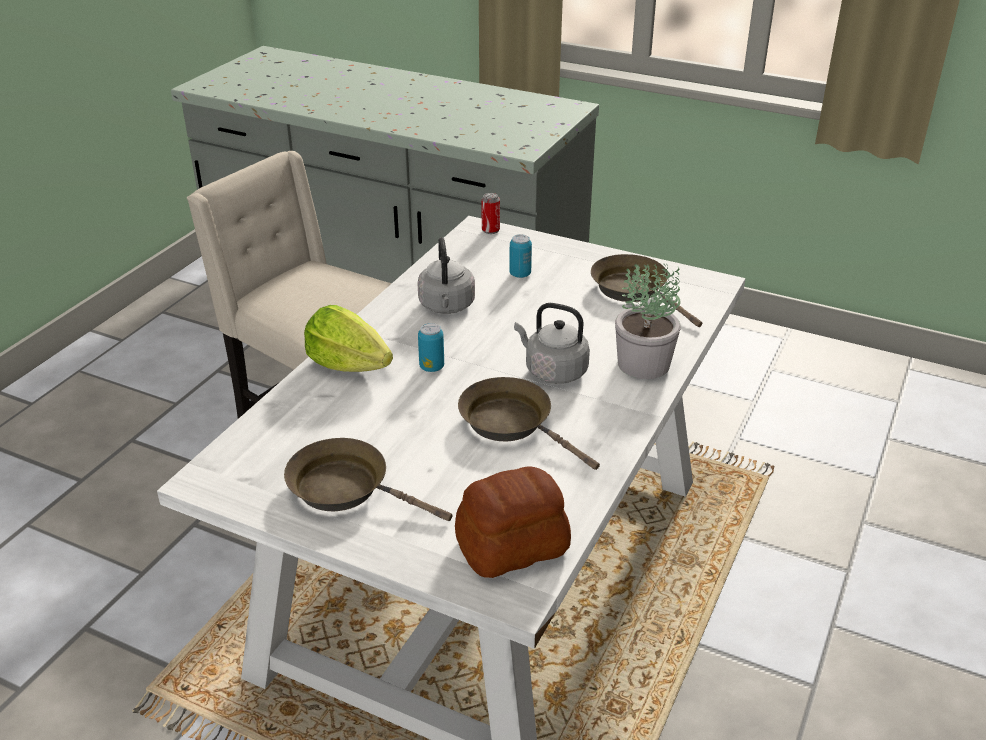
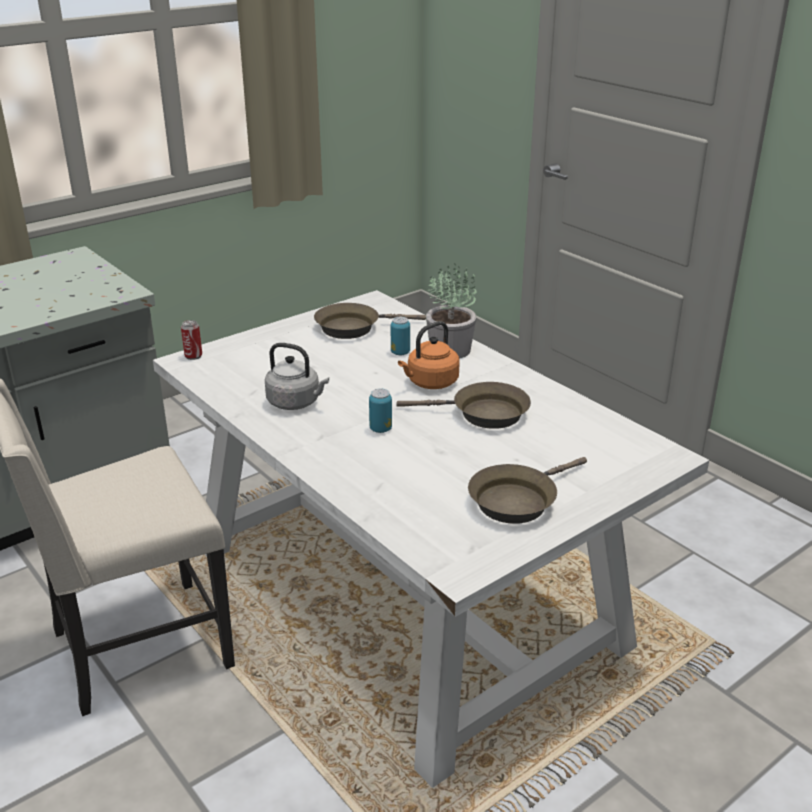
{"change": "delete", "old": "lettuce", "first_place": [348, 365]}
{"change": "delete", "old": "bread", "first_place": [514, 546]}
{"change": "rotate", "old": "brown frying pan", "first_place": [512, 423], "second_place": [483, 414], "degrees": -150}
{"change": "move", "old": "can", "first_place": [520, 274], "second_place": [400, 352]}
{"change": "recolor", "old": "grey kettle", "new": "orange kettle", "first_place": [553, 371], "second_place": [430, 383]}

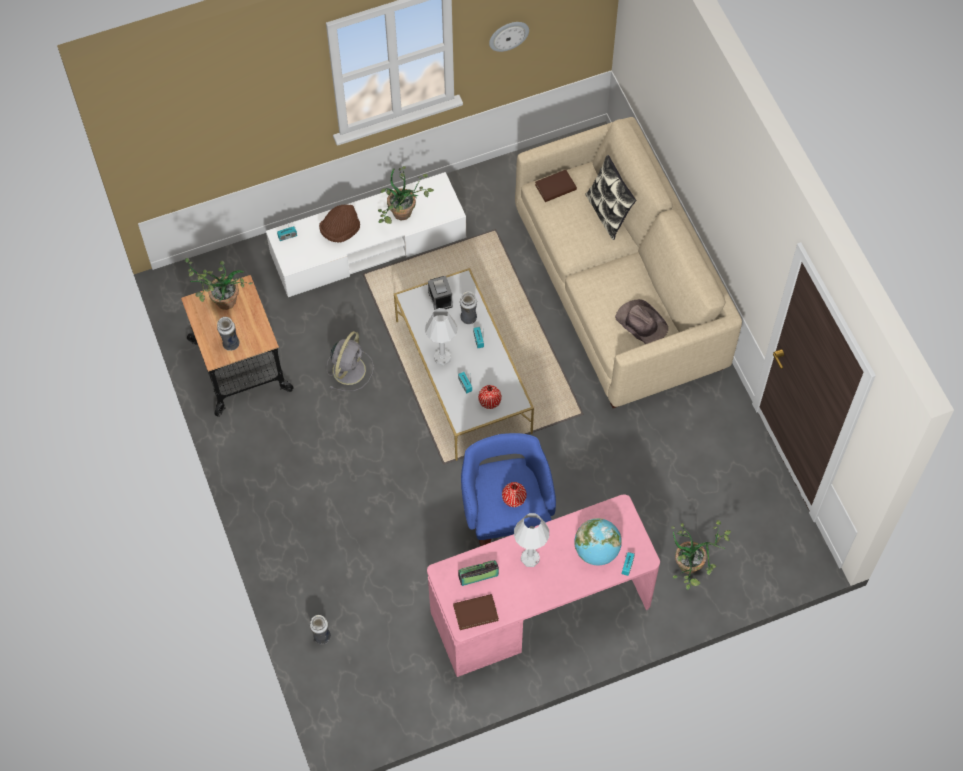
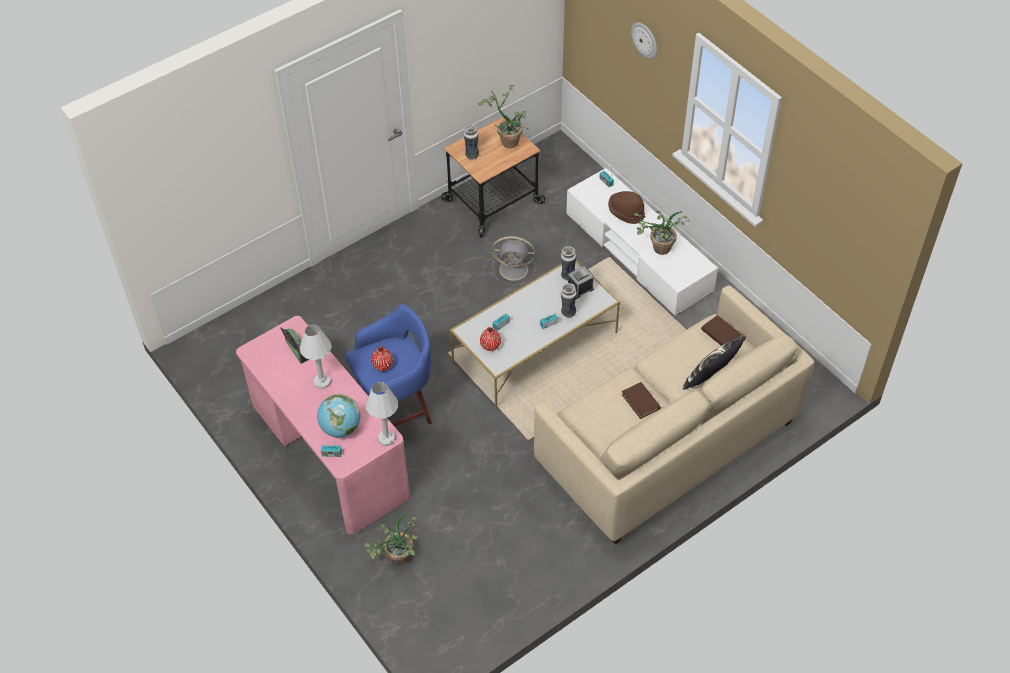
{"change": "move", "old": "vase", "first_place": [322, 637], "second_place": [567, 276]}
{"change": "move", "old": "white table lamp", "first_place": [442, 358], "second_place": [386, 439]}
{"change": "move", "old": "brown book", "first_place": [475, 612], "second_place": [640, 401]}
{"change": "move", "old": "wall clock", "first_place": [508, 35], "second_place": [645, 40]}
{"change": "delete", "old": "brown hat", "first_place": [641, 323]}

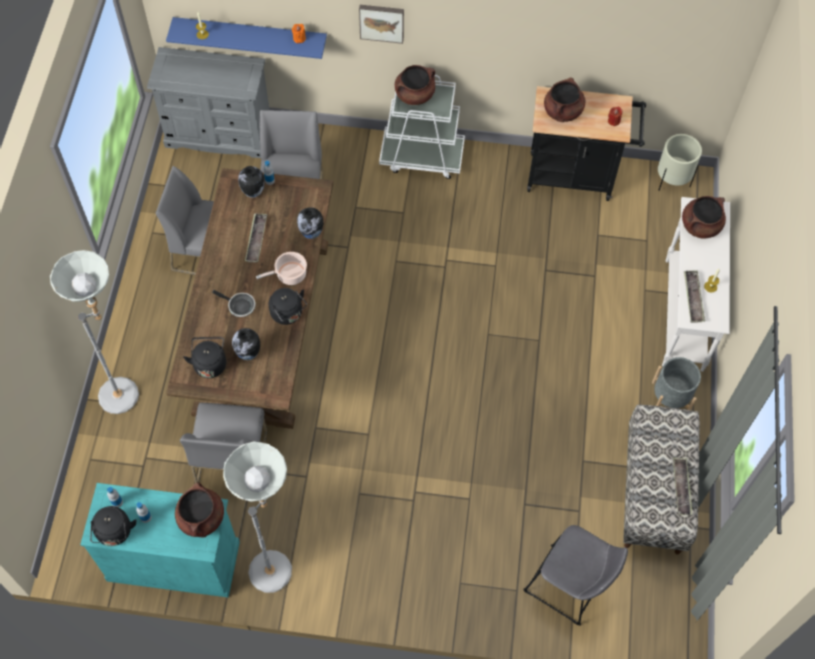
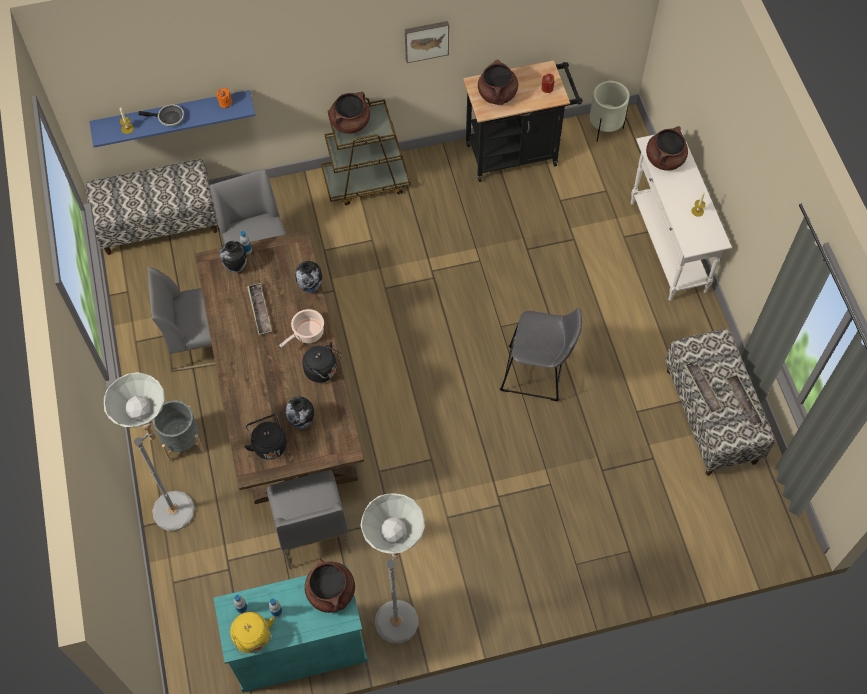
{"change": "recolor", "old": "black kettle", "new": "yellow kettle", "first_place": [114, 533], "second_place": [253, 639]}
{"change": "replace", "old": "grey dresser", "new": "bench", "first_place": [219, 134], "second_place": [159, 223]}
{"change": "move", "old": "frying pan", "first_place": [239, 306], "second_place": [169, 118]}
{"change": "move", "old": "picture", "first_place": [382, 22], "second_place": [426, 40]}
{"change": "recolor", "old": "white cart", "new": "brown cart", "first_place": [422, 157], "second_place": [366, 181]}
{"change": "move", "old": "grey stool", "first_place": [569, 588], "second_place": [537, 375]}
{"change": "move", "old": "grey planter", "first_place": [670, 398], "second_place": [182, 441]}
{"change": "move", "old": "tray", "first_place": [693, 298], "second_place": [702, 388]}

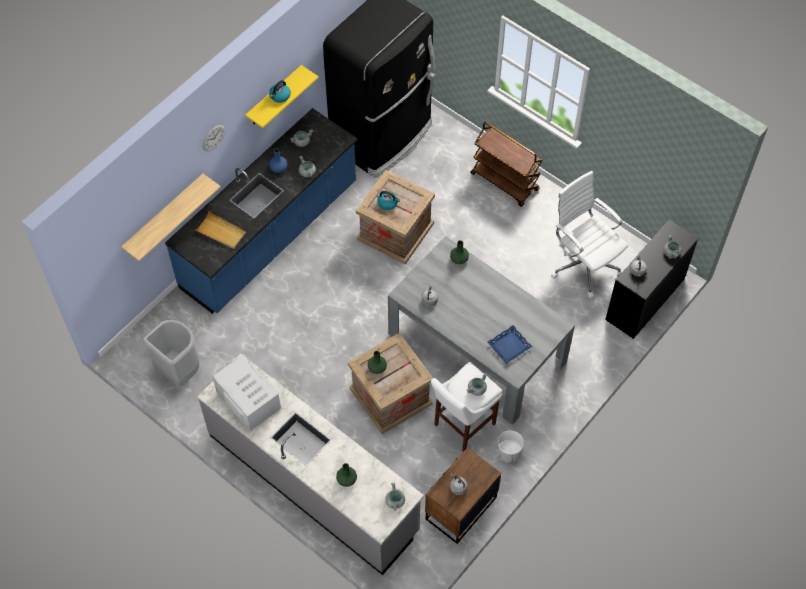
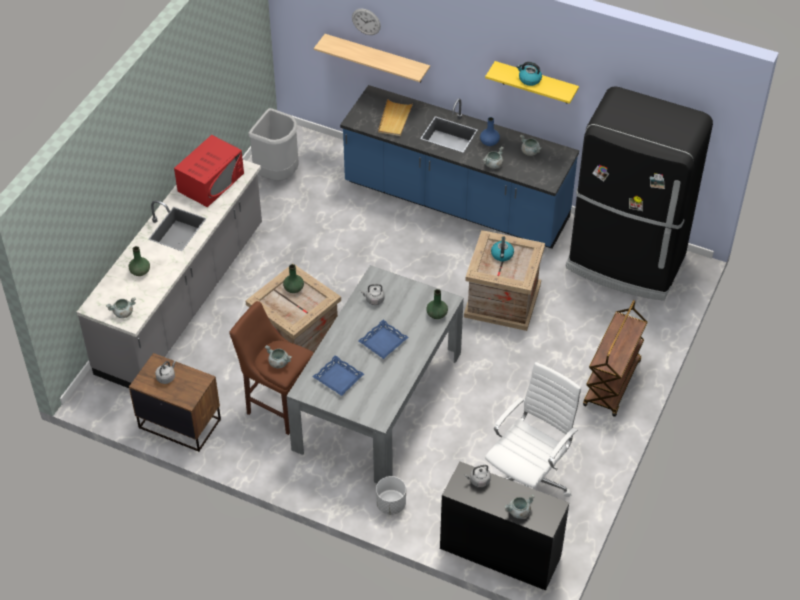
{"change": "move", "old": "wall clock", "first_place": [213, 137], "second_place": [366, 21]}
{"change": "recolor", "old": "white microwave", "new": "red microwave", "first_place": [248, 399], "second_place": [211, 182]}
{"change": "recolor", "old": "white stool", "new": "brown stool", "first_place": [462, 426], "second_place": [278, 406]}
{"change": "move", "old": "white planter", "first_place": [509, 452], "second_place": [390, 504]}
{"change": "insert", "new": "blue tray", "second_place": [383, 342]}

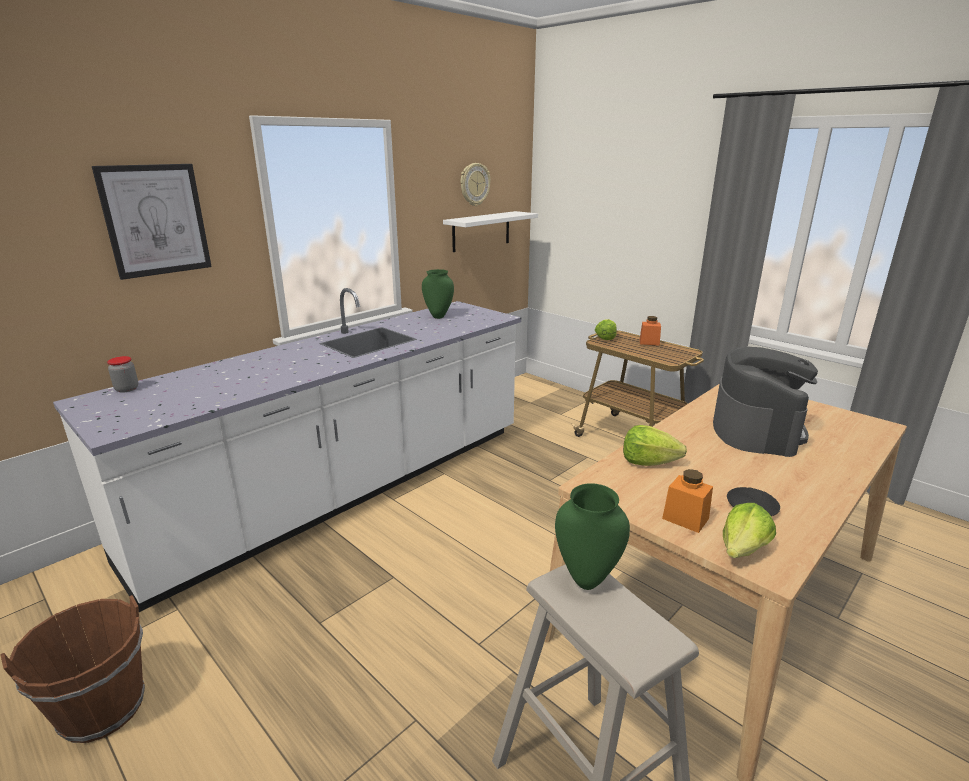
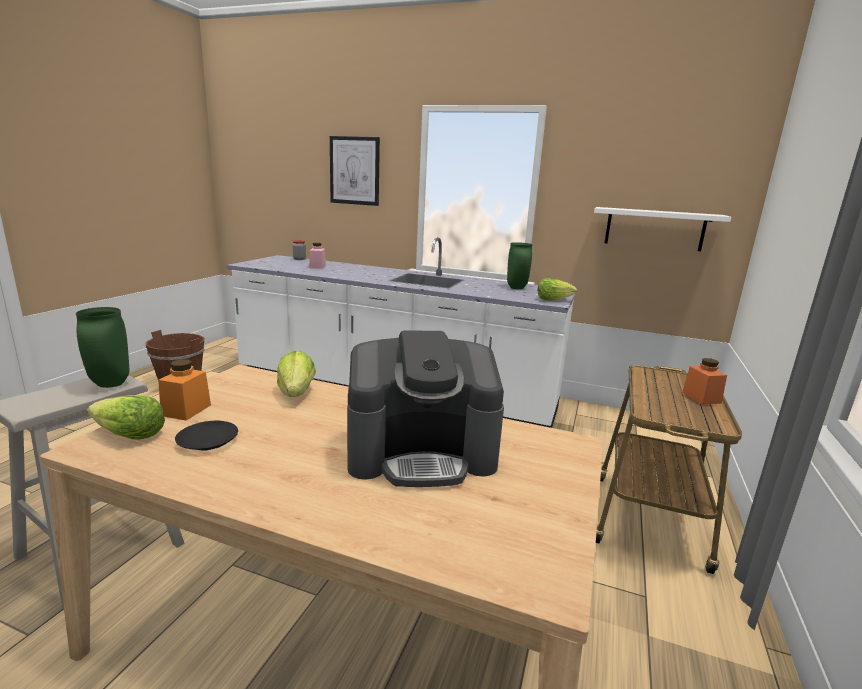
{"change": "delete", "old": "wall clock", "first_place": [474, 184]}
{"change": "move", "old": "lettuce", "first_place": [605, 337], "second_place": [553, 300]}
{"change": "insert", "new": "pink jar", "second_place": [317, 267]}

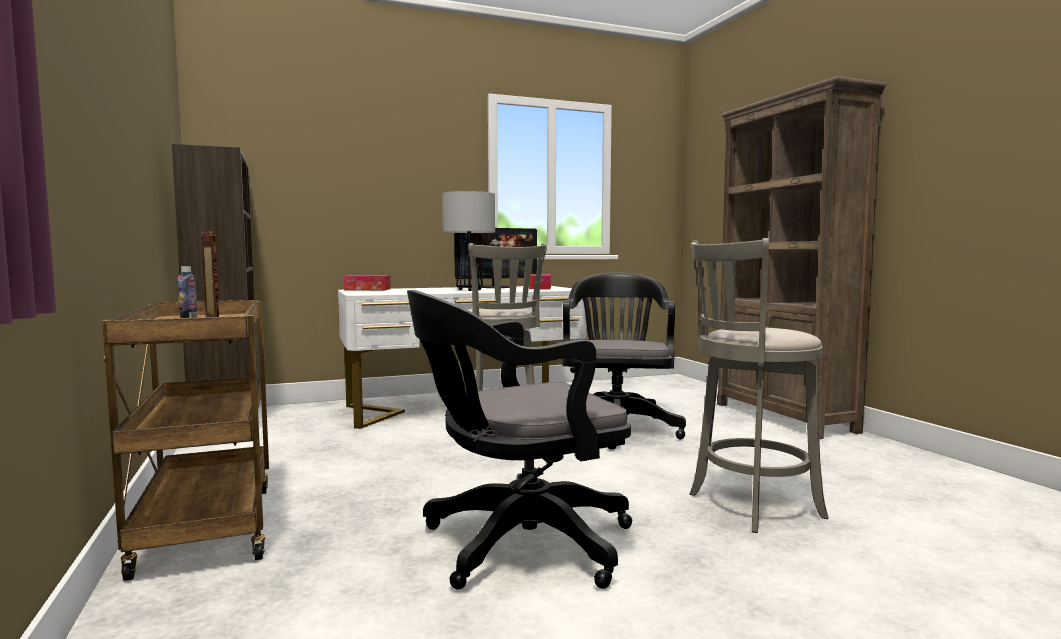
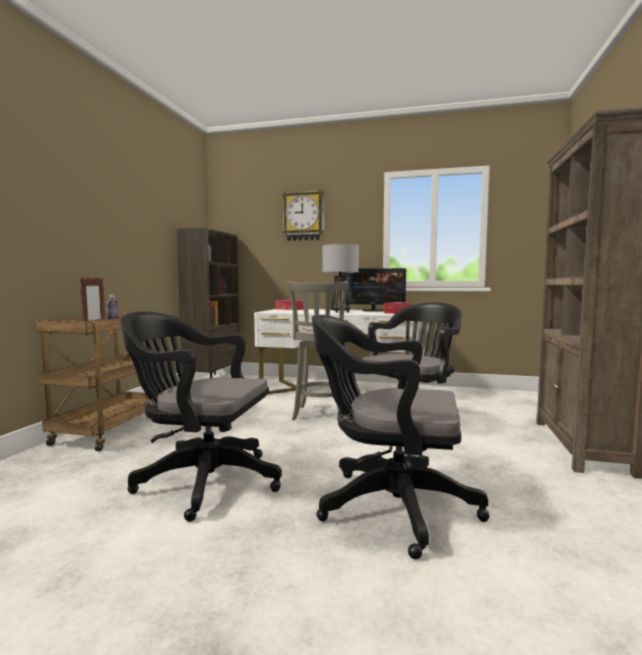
{"change": "replace", "old": "grey stool", "new": "black office chair", "first_place": [749, 506], "second_place": [388, 506]}
{"change": "insert", "new": "wall clock", "second_place": [304, 216]}

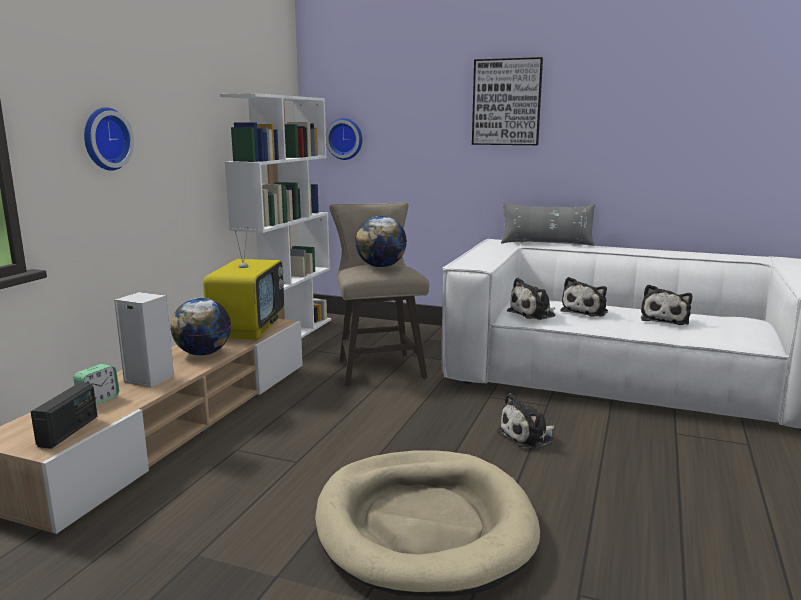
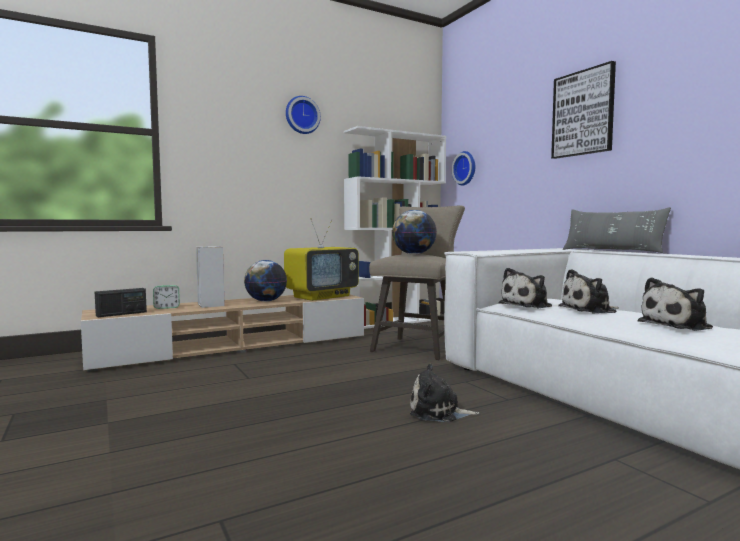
{"change": "move", "old": "wall clock", "first_place": [104, 139], "second_place": [302, 115]}
{"change": "delete", "old": "beige dog bed", "first_place": [424, 525]}
{"change": "rotate", "old": "plush toy", "first_place": [533, 314], "second_place": [527, 305], "degrees": -45}

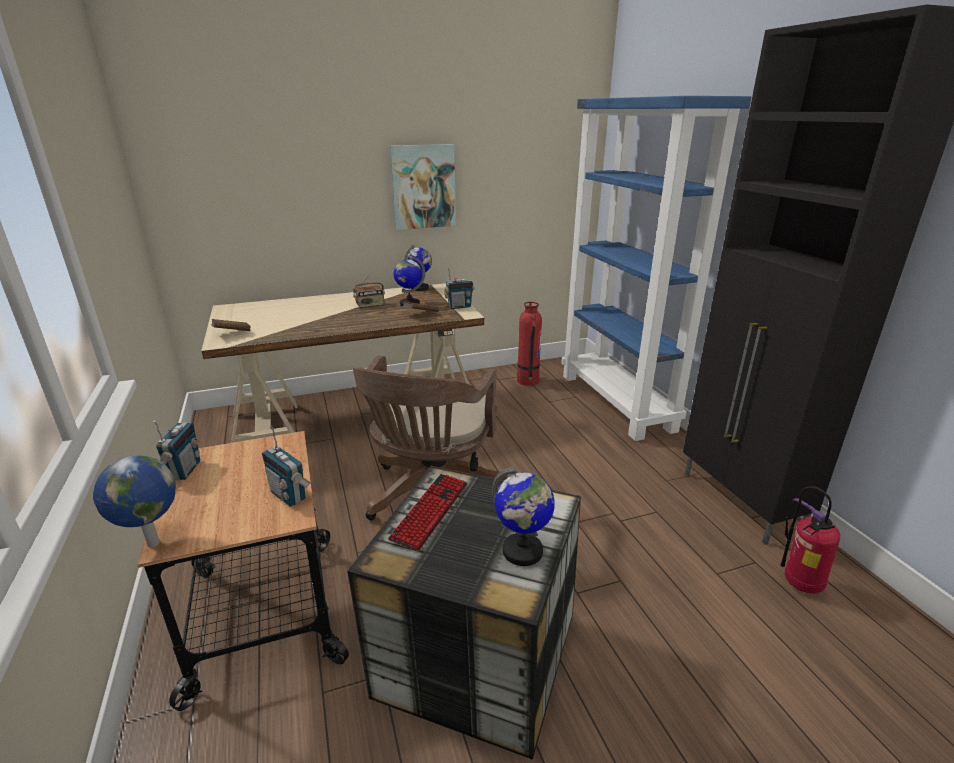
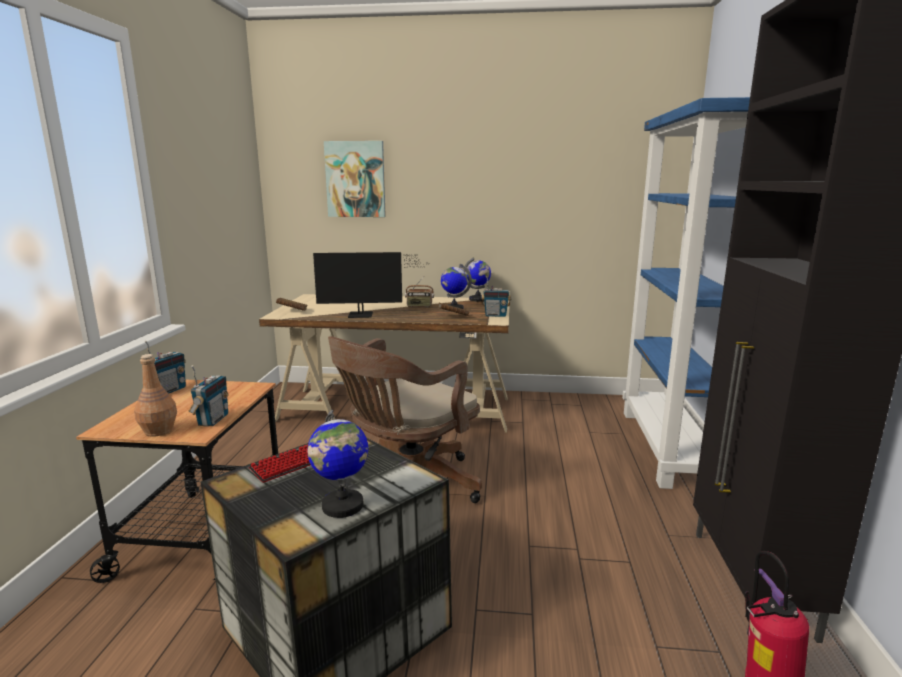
{"change": "delete", "old": "globe", "first_place": [151, 543]}
{"change": "rotate", "old": "radio", "first_place": [289, 495], "second_place": [212, 420], "degrees": -150}
{"change": "move", "old": "picture", "first_place": [423, 187], "second_place": [355, 179]}
{"change": "delete", "old": "fire extinguisher", "first_place": [527, 381]}
{"change": "insert", "new": "brown bottle", "second_place": [158, 431]}
{"change": "insert", "new": "monitor", "second_place": [365, 315]}

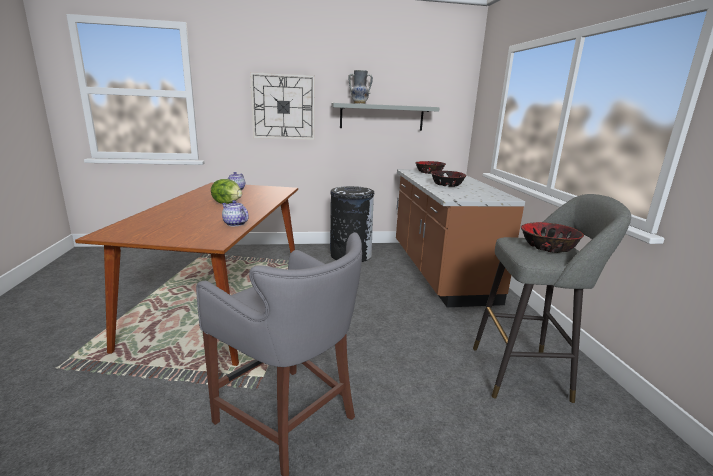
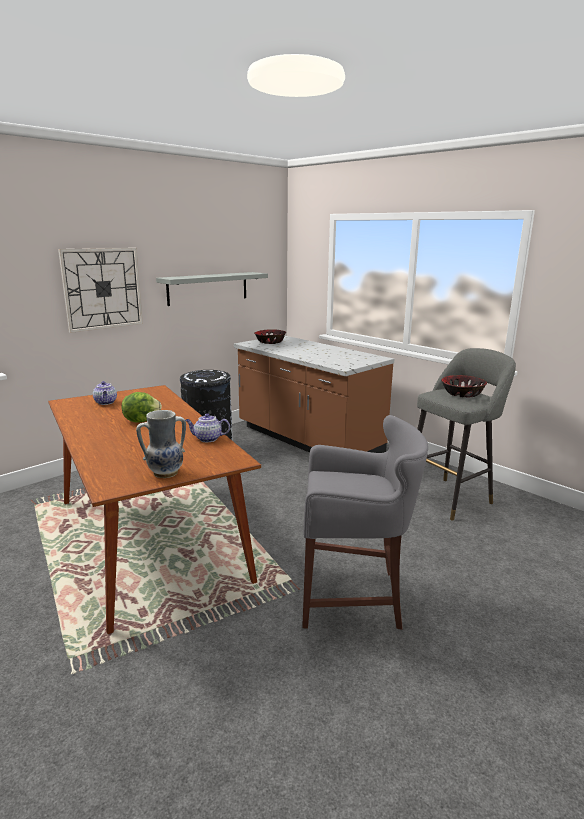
{"change": "move", "old": "vase", "first_place": [359, 103], "second_place": [165, 473]}
{"change": "delete", "old": "bowl", "first_place": [447, 185]}

